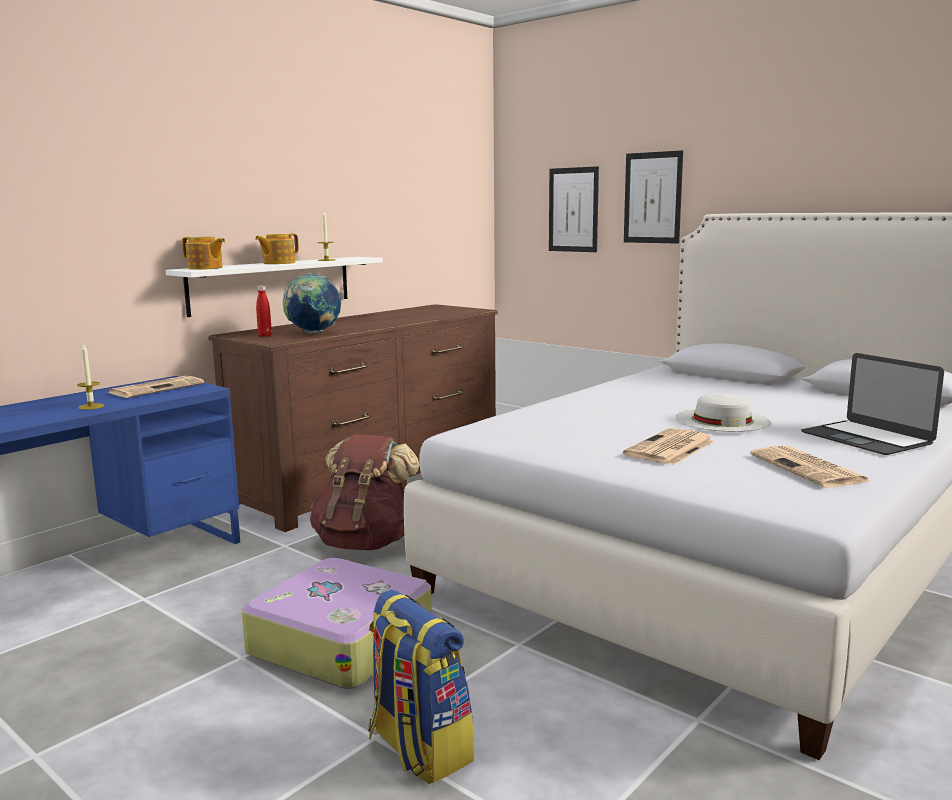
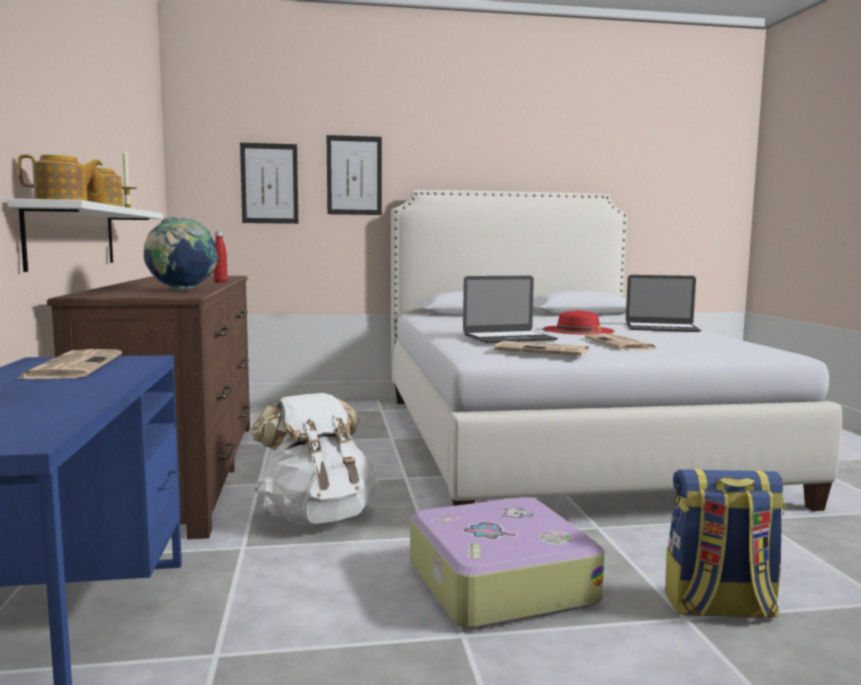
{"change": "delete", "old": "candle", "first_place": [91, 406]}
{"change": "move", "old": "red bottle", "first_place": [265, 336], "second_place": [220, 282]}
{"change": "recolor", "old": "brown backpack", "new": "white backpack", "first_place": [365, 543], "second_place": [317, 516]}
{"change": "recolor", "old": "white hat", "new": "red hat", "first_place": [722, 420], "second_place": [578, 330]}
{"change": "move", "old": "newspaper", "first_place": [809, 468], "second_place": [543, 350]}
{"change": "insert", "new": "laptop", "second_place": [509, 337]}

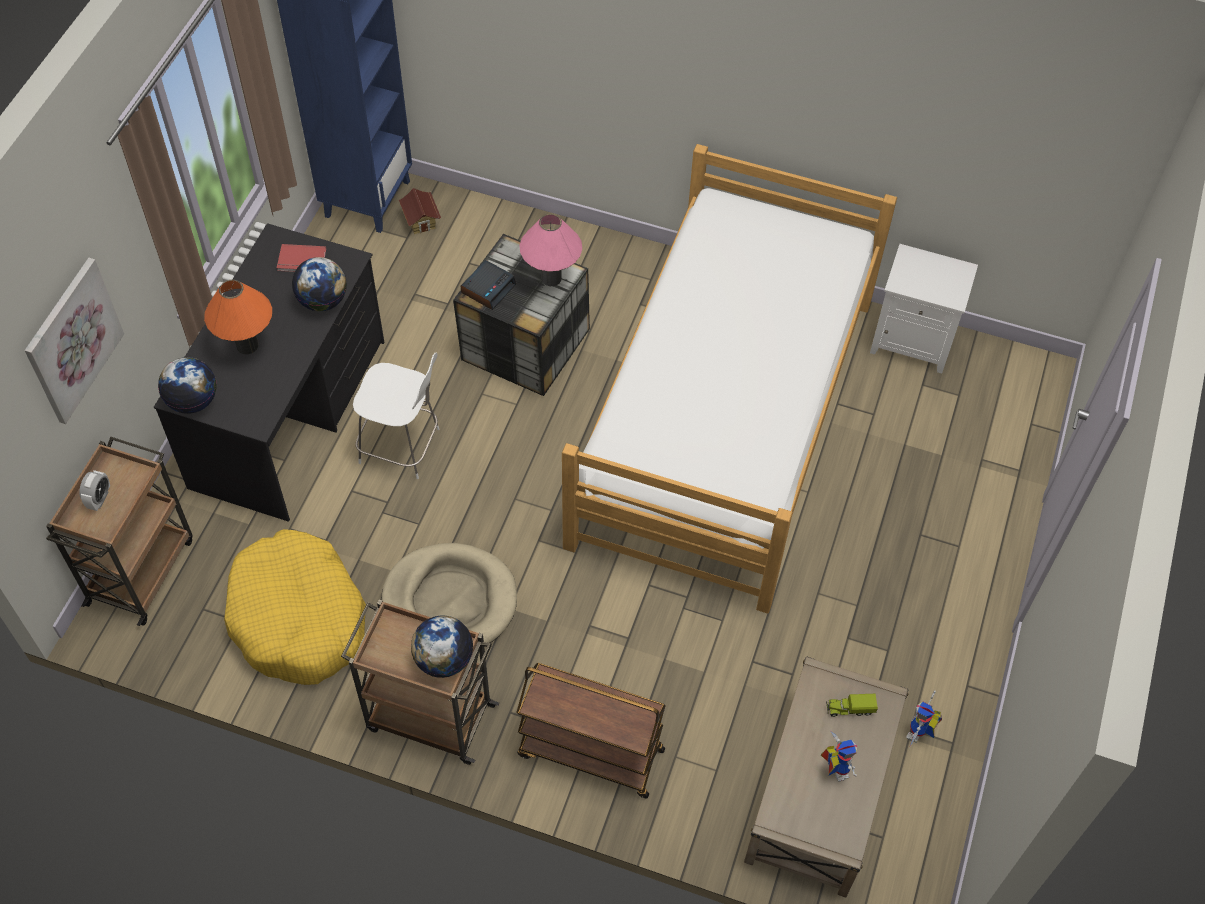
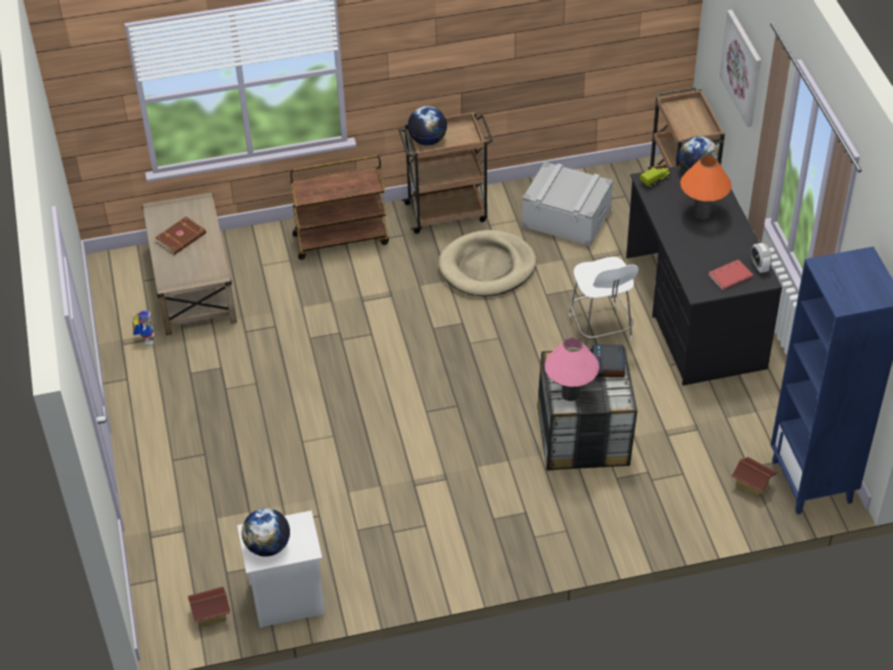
{"change": "move", "old": "alarm clock", "first_place": [99, 499], "second_place": [759, 266]}
{"change": "replace", "old": "yellow dog bed", "new": "grey storage box", "first_place": [299, 618], "second_place": [566, 217]}
{"change": "move", "old": "globe", "first_place": [323, 301], "second_place": [267, 546]}
{"change": "rotate", "old": "white chair", "first_place": [402, 447], "second_place": [601, 330], "degrees": -90}
{"change": "delete", "old": "bed", "first_place": [725, 420]}
{"change": "replace", "old": "toy robot", "new": "brown book", "first_place": [834, 767], "second_place": [181, 238]}
{"change": "move", "old": "toy truck", "first_place": [850, 709], "second_place": [655, 180]}
{"change": "insert", "new": "toy house", "second_place": [211, 615]}

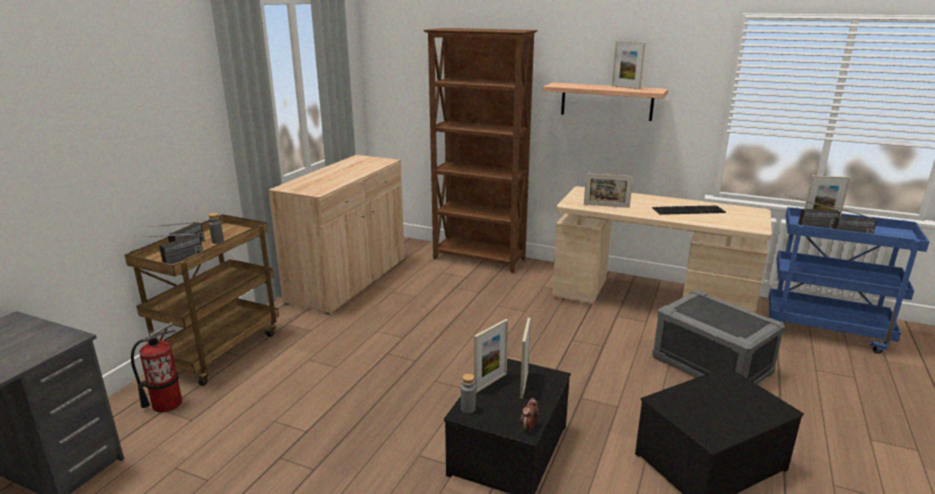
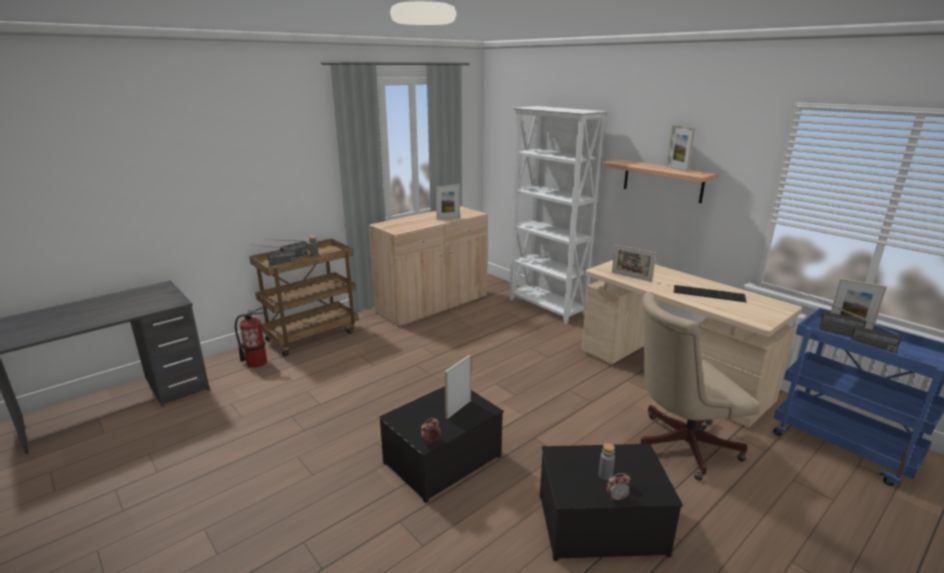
{"change": "recolor", "old": "brown bookcase", "new": "white bookcase", "first_place": [479, 259], "second_place": [546, 307]}
{"change": "move", "old": "grey bottle", "first_place": [468, 409], "second_place": [605, 475]}
{"change": "move", "old": "picture frame", "first_place": [490, 383], "second_place": [448, 218]}
{"change": "replace", "old": "grey storage box", "new": "beige office chair", "first_place": [710, 365], "second_place": [679, 445]}
{"change": "insert", "new": "alarm clock", "second_place": [616, 497]}

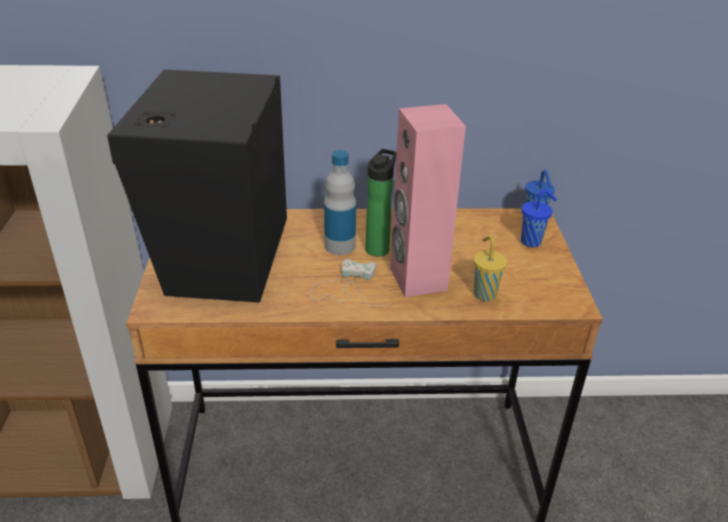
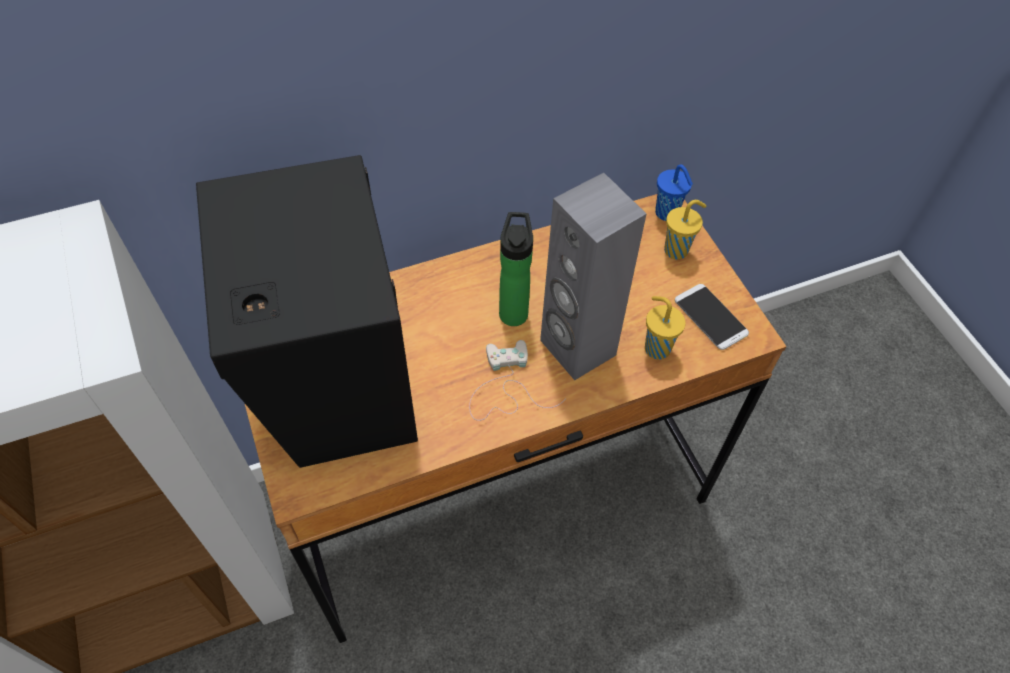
{"change": "delete", "old": "bottle", "first_place": [340, 245]}
{"change": "recolor", "old": "pink speaker", "new": "grey speaker", "first_place": [417, 279], "second_place": [577, 348]}
{"change": "recolor", "old": "blue cup", "new": "yellow cup", "first_place": [532, 242], "second_place": [677, 250]}
{"change": "insert", "new": "phone", "second_place": [710, 317]}

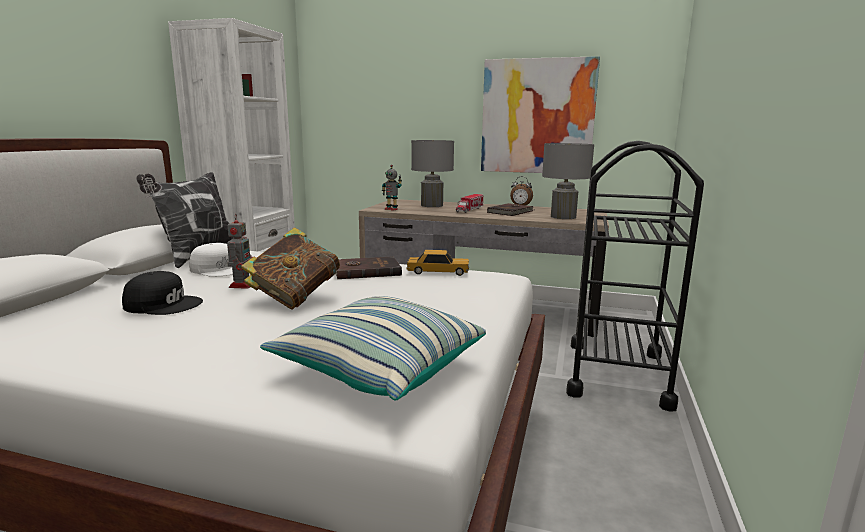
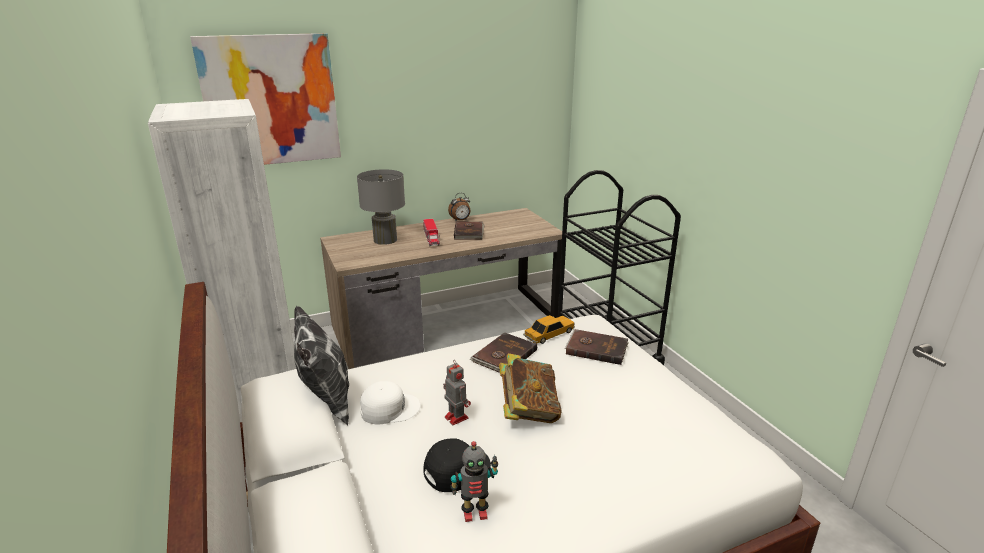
{"change": "delete", "old": "pillow", "first_place": [378, 369]}
{"change": "move", "old": "toy robot", "first_place": [391, 209], "second_place": [475, 513]}
{"change": "move", "old": "picture", "first_place": [537, 117], "second_place": [271, 101]}
{"change": "delete", "old": "grey table lamp", "first_place": [563, 217]}
{"change": "insert", "new": "brown book", "second_place": [596, 348]}

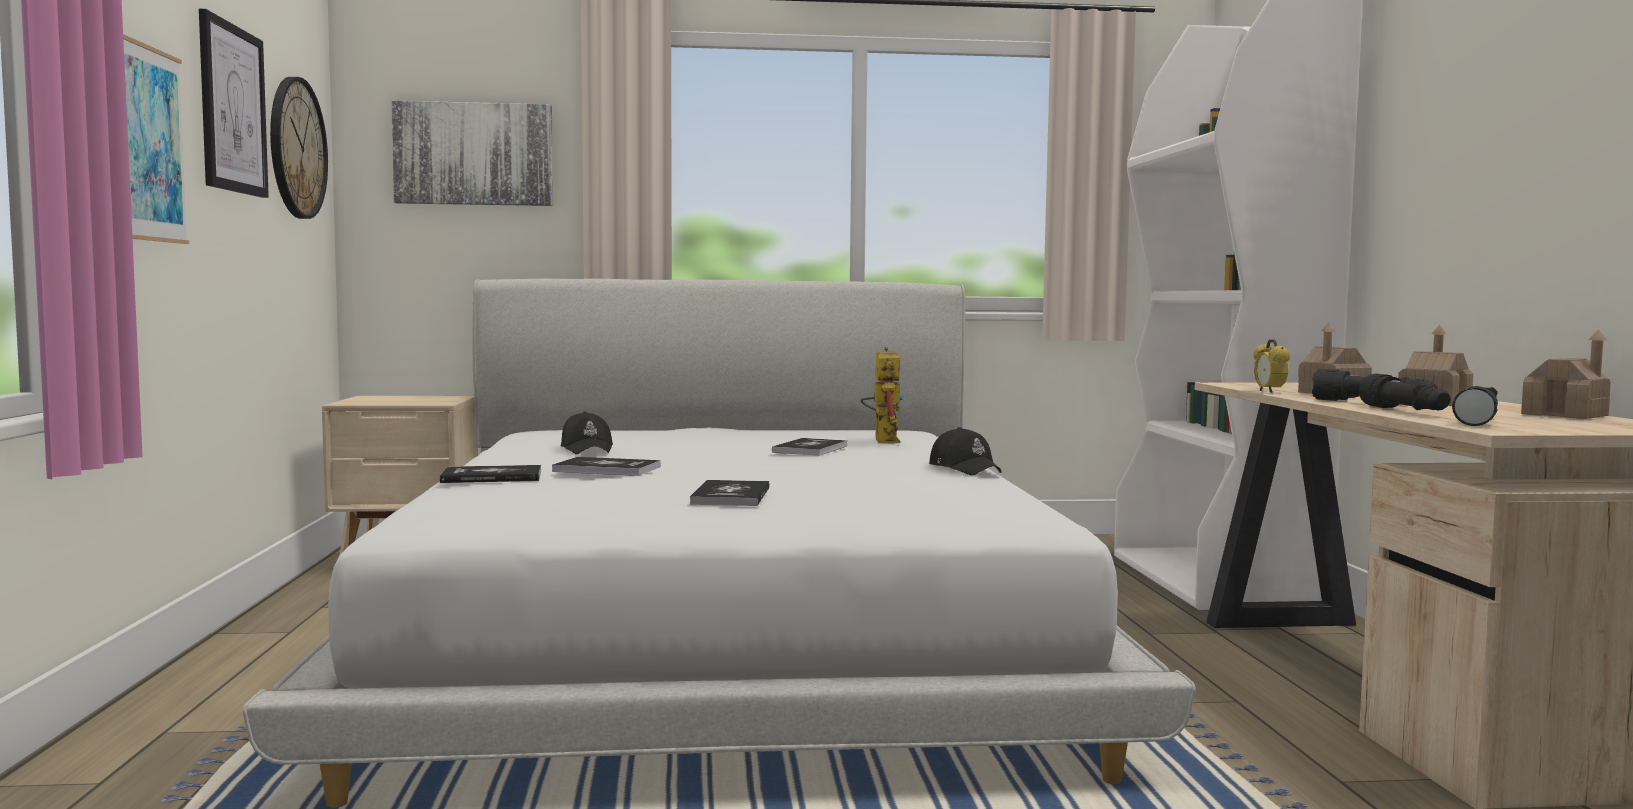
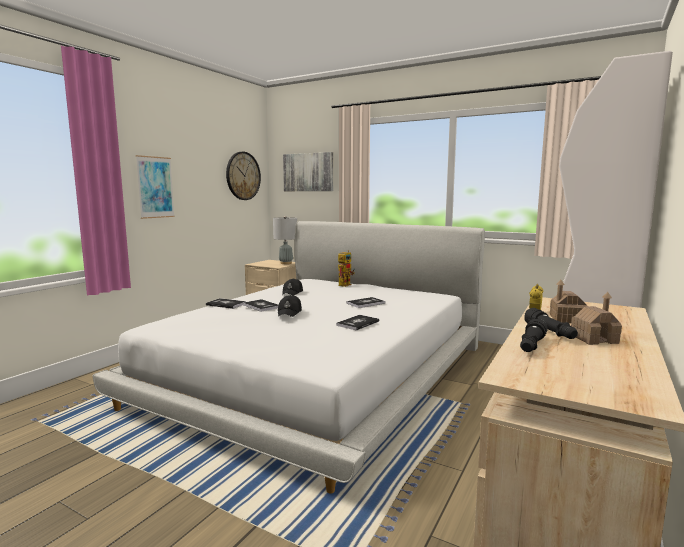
{"change": "delete", "old": "picture", "first_place": [232, 109]}
{"change": "move", "old": "book", "first_place": [731, 496], "second_place": [358, 323]}
{"change": "move", "old": "toy robot", "first_place": [882, 440], "second_place": [345, 284]}
{"change": "move", "old": "black cap", "first_place": [965, 469], "second_place": [290, 312]}
{"change": "delete", "old": "black flashlight", "first_place": [1478, 420]}
{"change": "delete", "old": "toy house", "first_place": [1565, 415]}
{"change": "insert", "new": "grey table lamp", "second_place": [286, 263]}

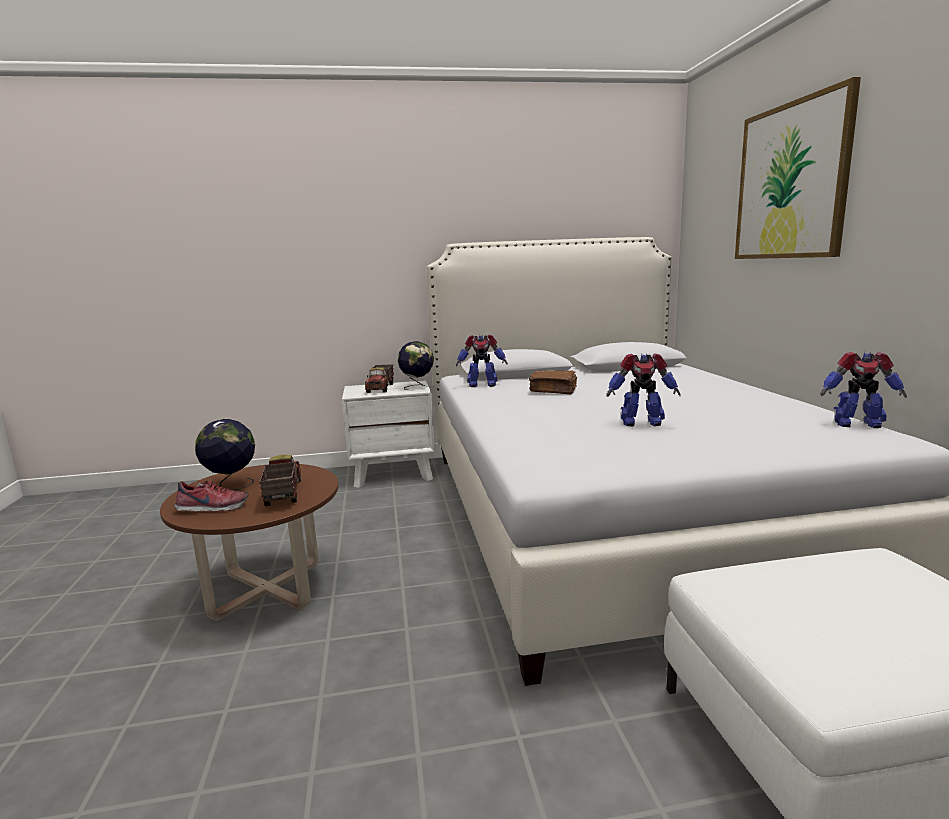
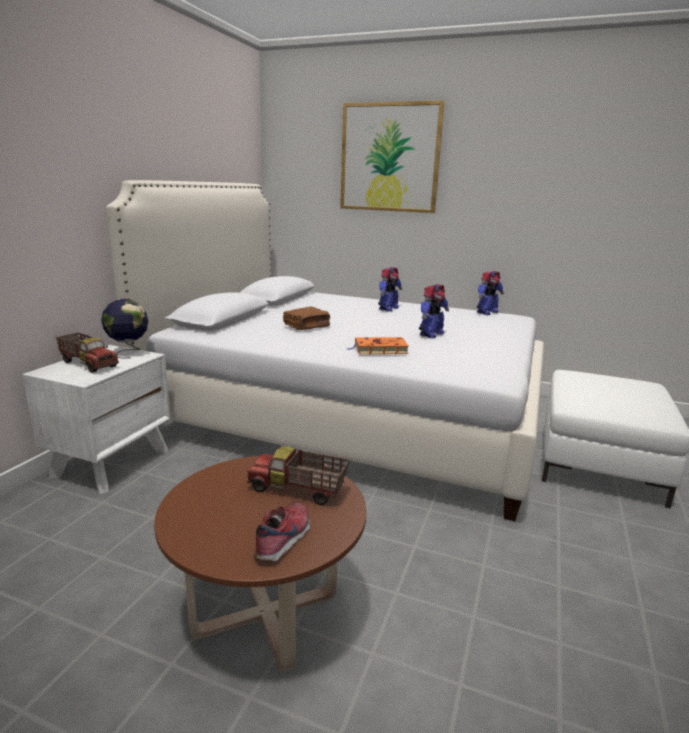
{"change": "delete", "old": "globe", "first_place": [231, 486]}
{"change": "move", "old": "toy robot", "first_place": [482, 385], "second_place": [388, 308]}
{"change": "insert", "new": "orange book", "second_place": [379, 349]}

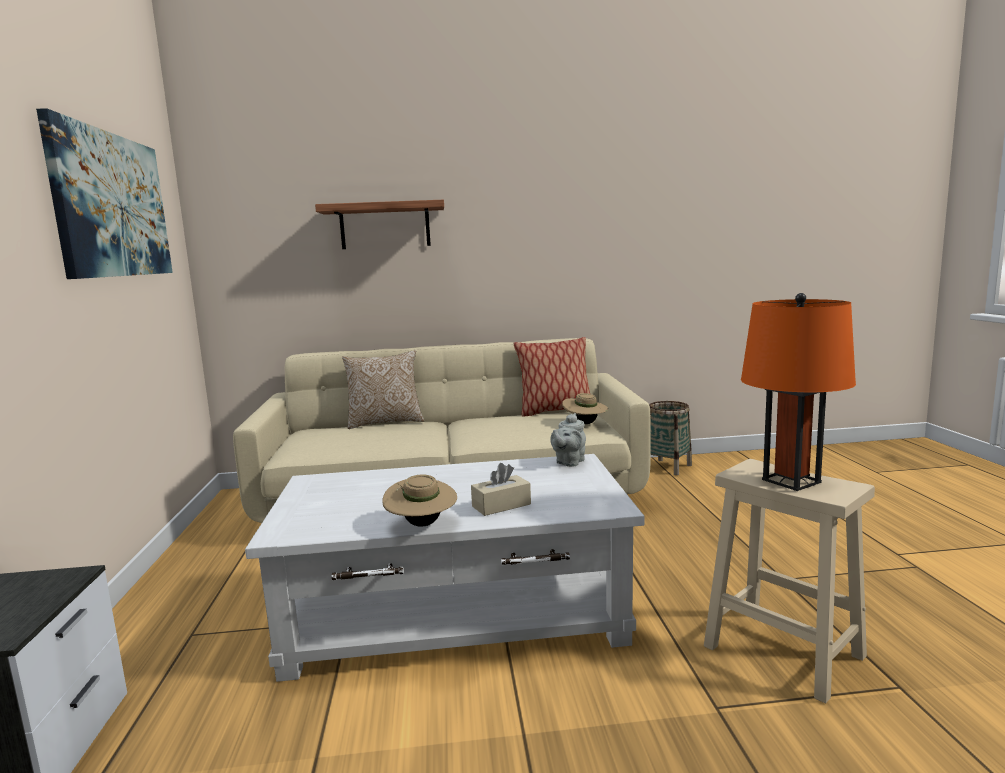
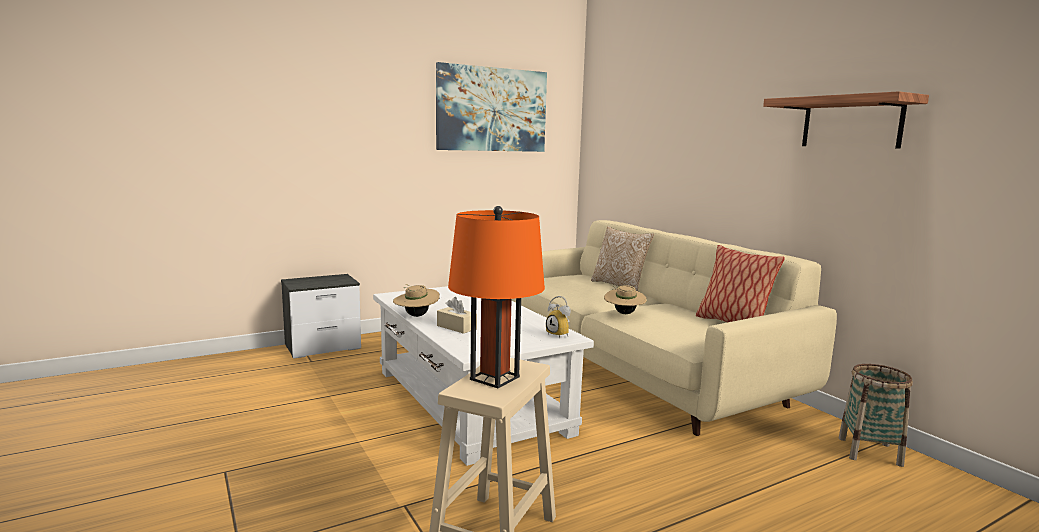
{"change": "move", "old": "shelf", "first_place": [385, 226], "second_place": [851, 123]}
{"change": "replace", "old": "grey teapot", "new": "alarm clock", "first_place": [569, 462], "second_place": [560, 334]}
{"change": "move", "old": "beige hat", "first_place": [585, 423], "second_place": [624, 313]}

